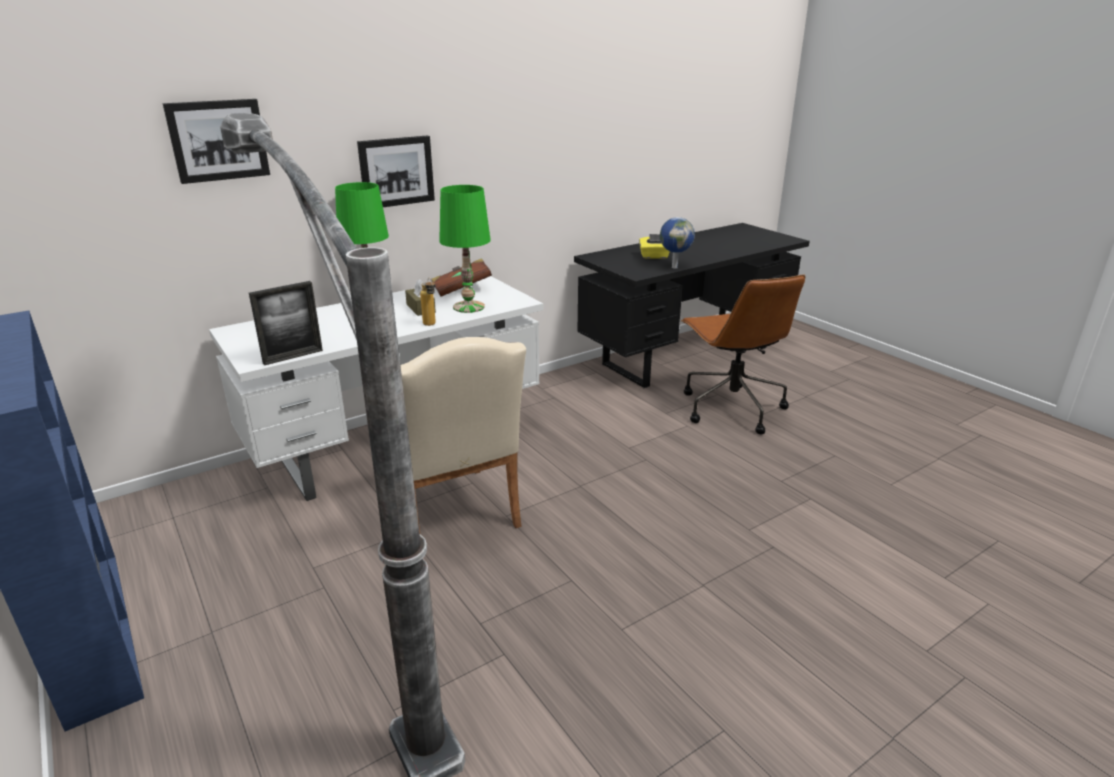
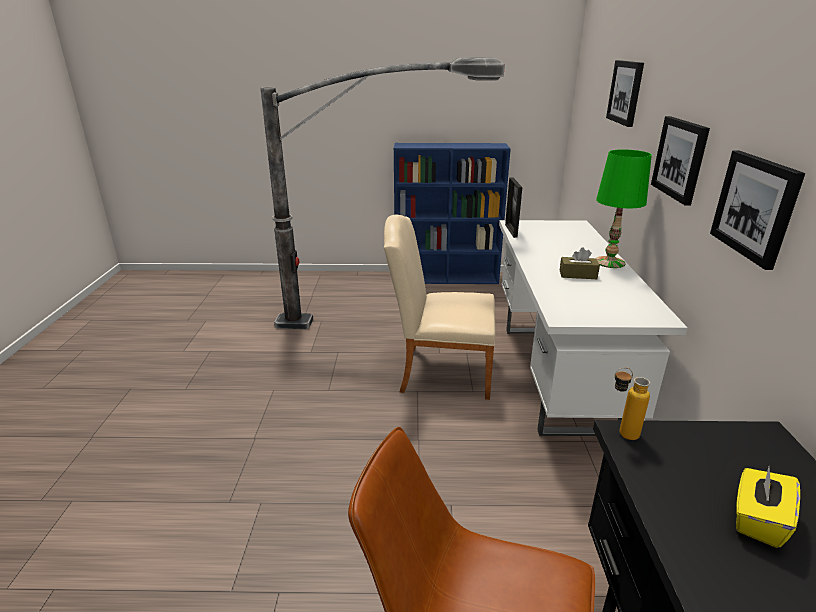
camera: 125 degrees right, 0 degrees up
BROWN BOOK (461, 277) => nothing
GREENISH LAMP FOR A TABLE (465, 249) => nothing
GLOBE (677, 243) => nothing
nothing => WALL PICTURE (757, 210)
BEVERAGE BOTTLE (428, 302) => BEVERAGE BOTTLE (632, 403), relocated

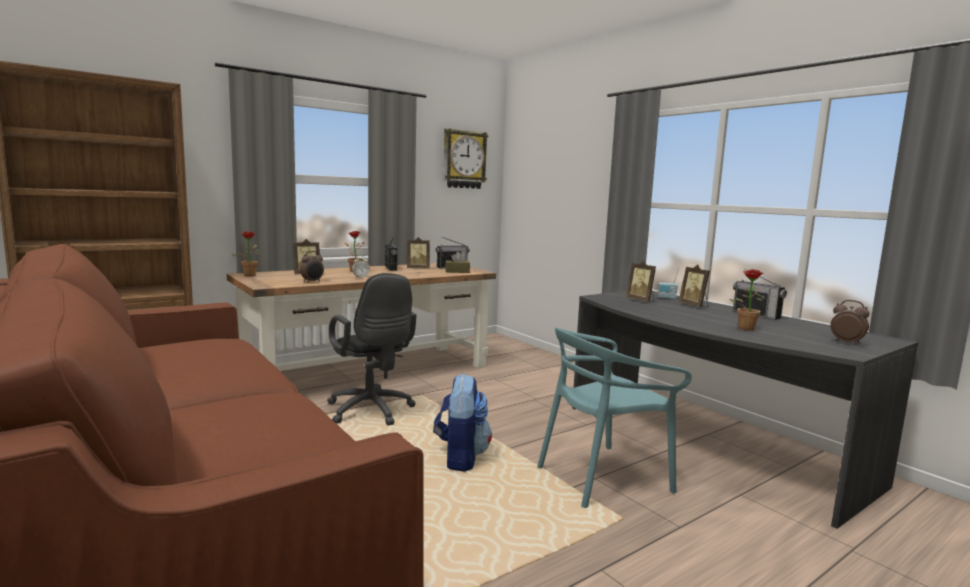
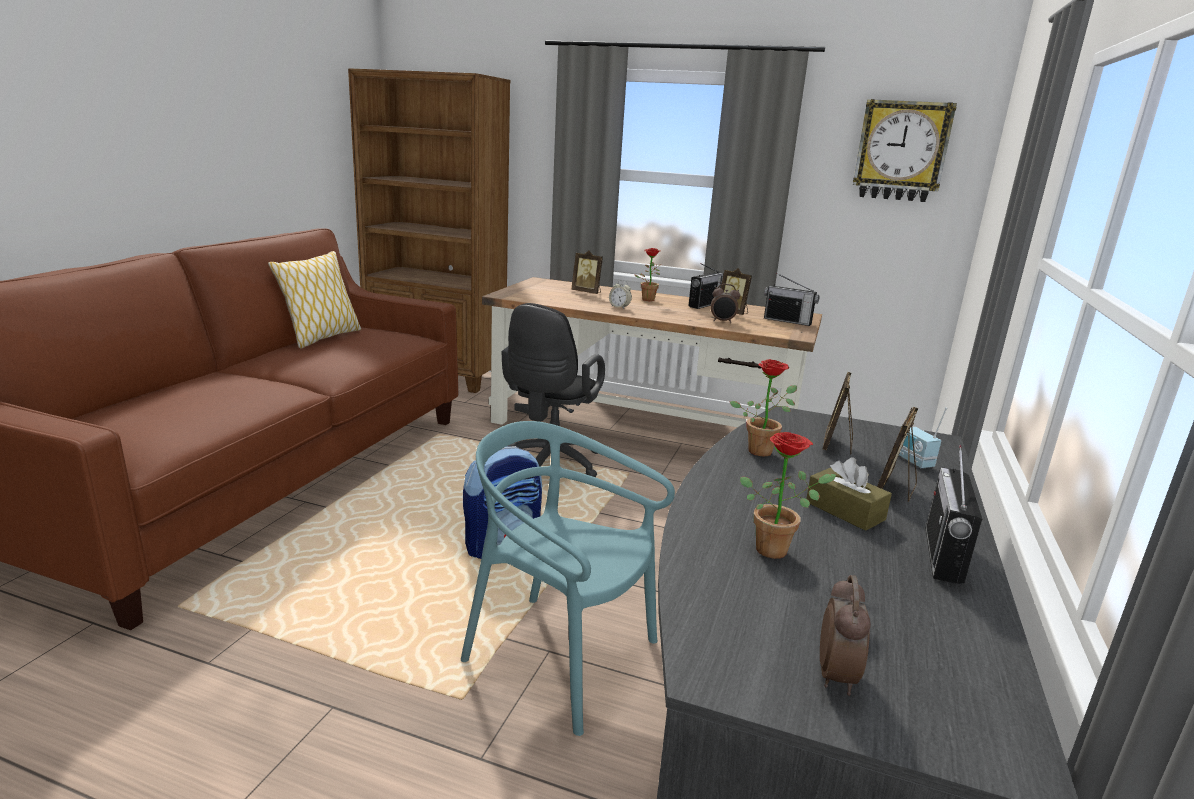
camera: 55 degrees right, 10 degrees up
nothing => PILLOW (314, 300)
HOUSEPLANT (245, 253) => HOUSEPLANT (763, 408), relocated
BEDSIDE CLOCK (312, 267) => BEDSIDE CLOCK (725, 303), relocated
BROWN BOX OF TISSUES (457, 262) => BROWN BOX OF TISSUES (849, 494), relocated

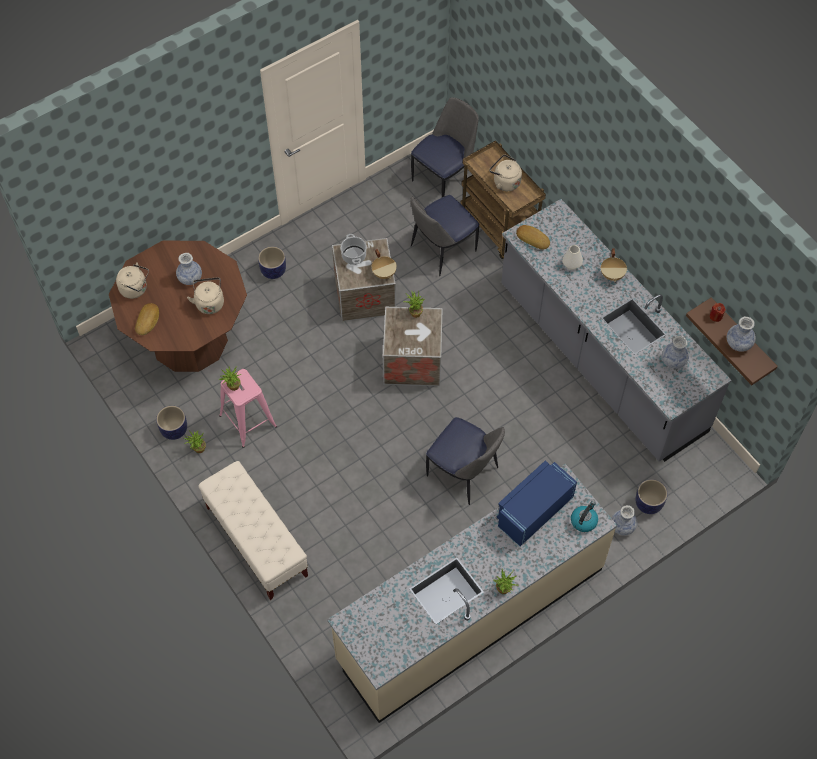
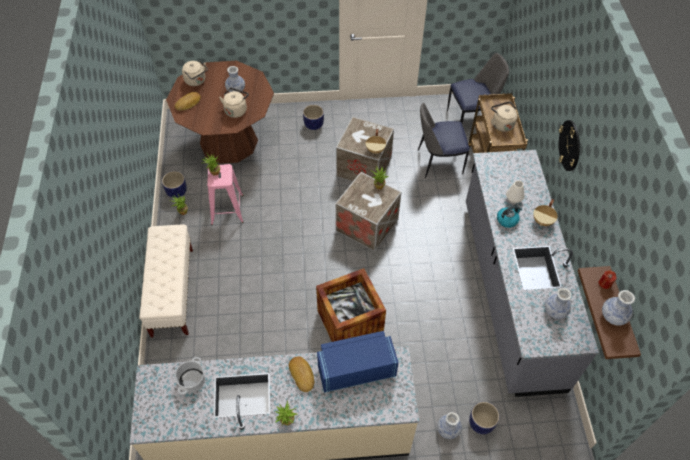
camera: 30 degrees right, 5 degrees down
nothing => CLOCK ON THE WALL (569, 145)
SAUCEPOT (353, 249) => SAUCEPOT (189, 376), relocated
BAKED BREAD (533, 237) => BAKED BREAD (302, 374), relocated
KETTLE (584, 516) => KETTLE (509, 217), relocated
CHAIR (465, 461) => PACKING CRATE (351, 305)

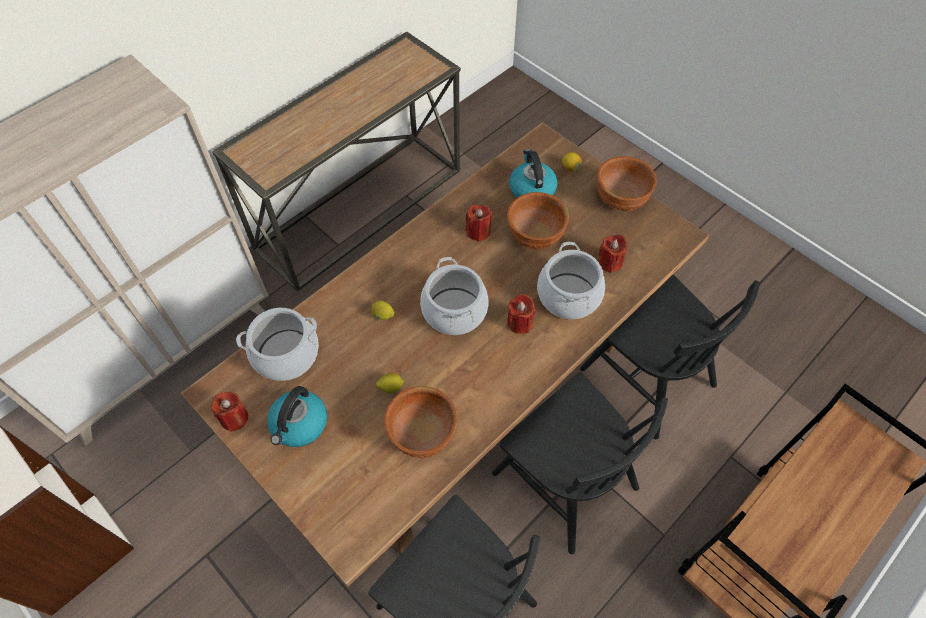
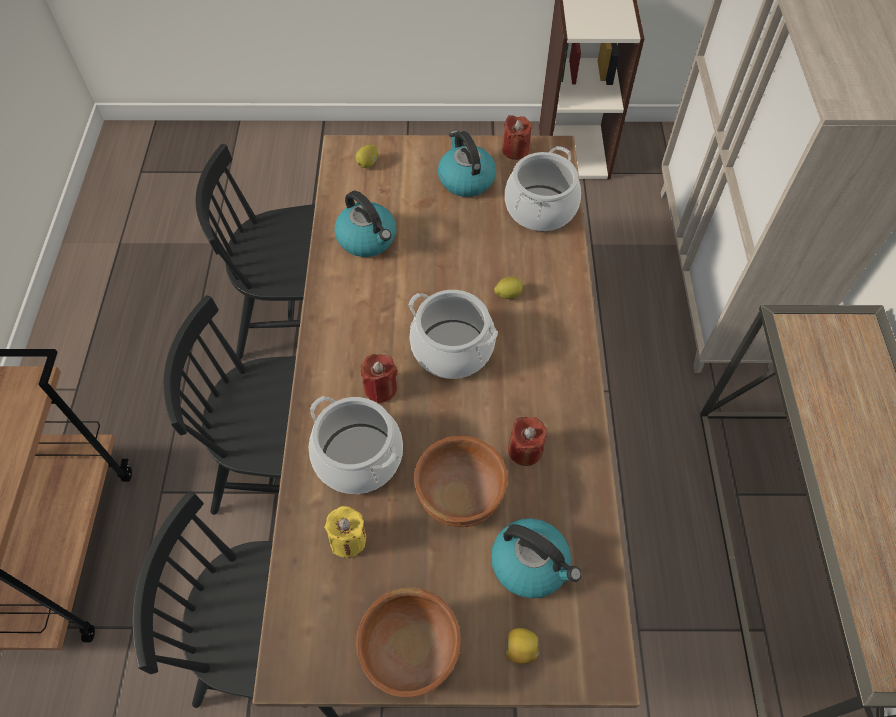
camera: 135 degrees right, 0 degrees up
WHOLE LEMON (390, 383) => WHOLE LEMON (366, 156), relocated
BROWN SERVING BOWL (420, 422) => KETTLE (365, 224)
REDDISH CANDLE (613, 254) => YELLOW CANDLE (345, 532)

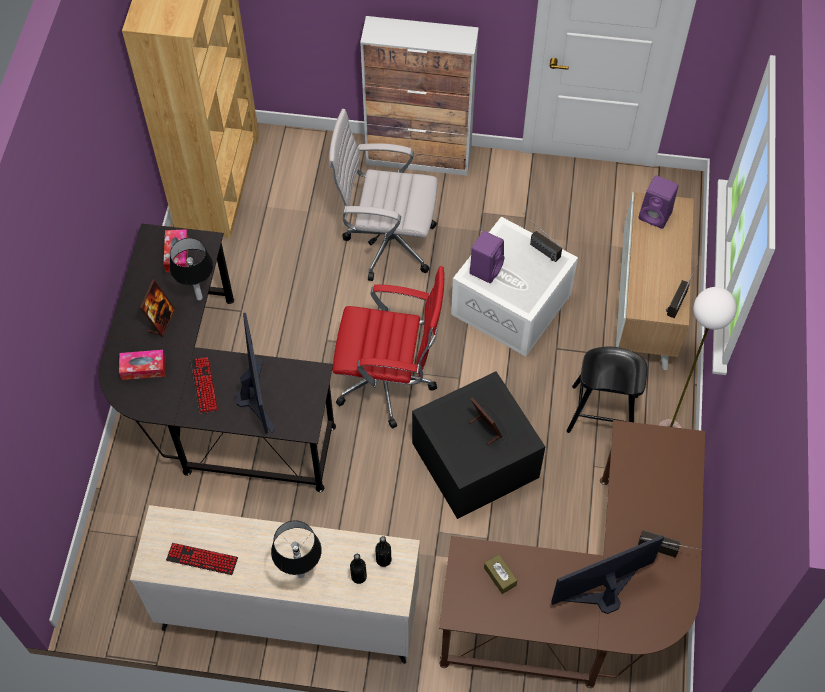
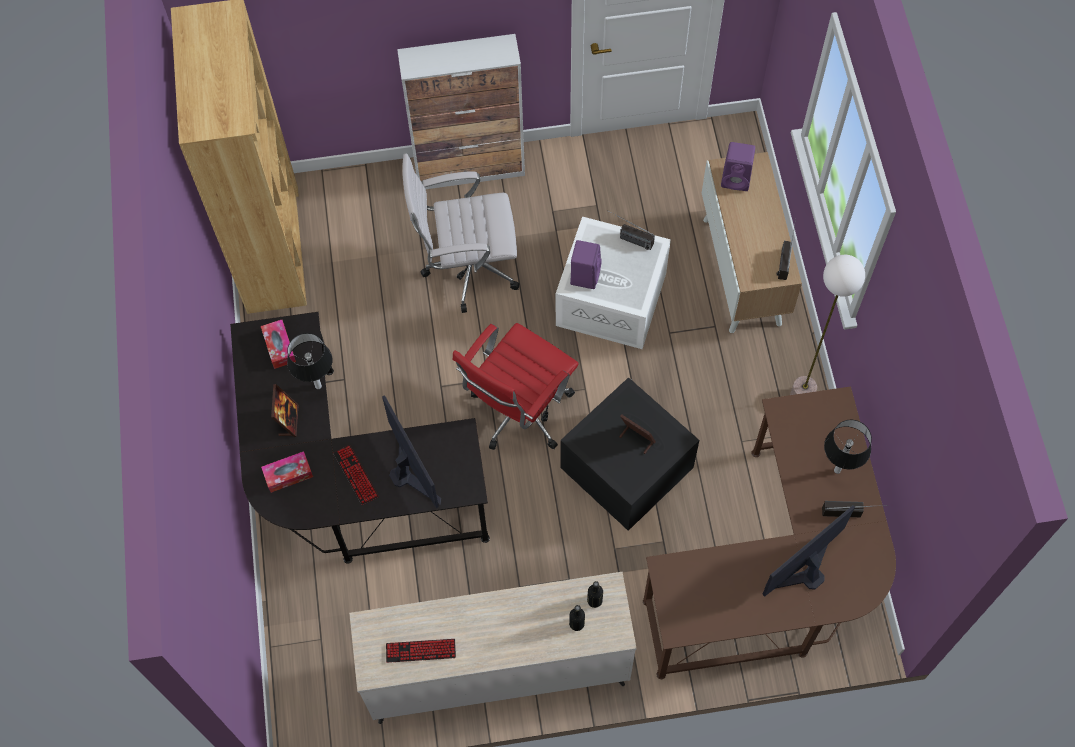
camera: 15 degrees left, 5 degrees up
BROWN BOX OF TISSUES (500, 574) => nothing
BLACK SITTING STOOL (606, 390) => nothing
LAMP FOR A TABLE (296, 549) => LAMP FOR A TABLE (848, 447), relocated
REDDISH COMPUTER CHAIR (388, 347) => REDDISH COMPUTER CHAIR (516, 386), 135 degrees clockwise

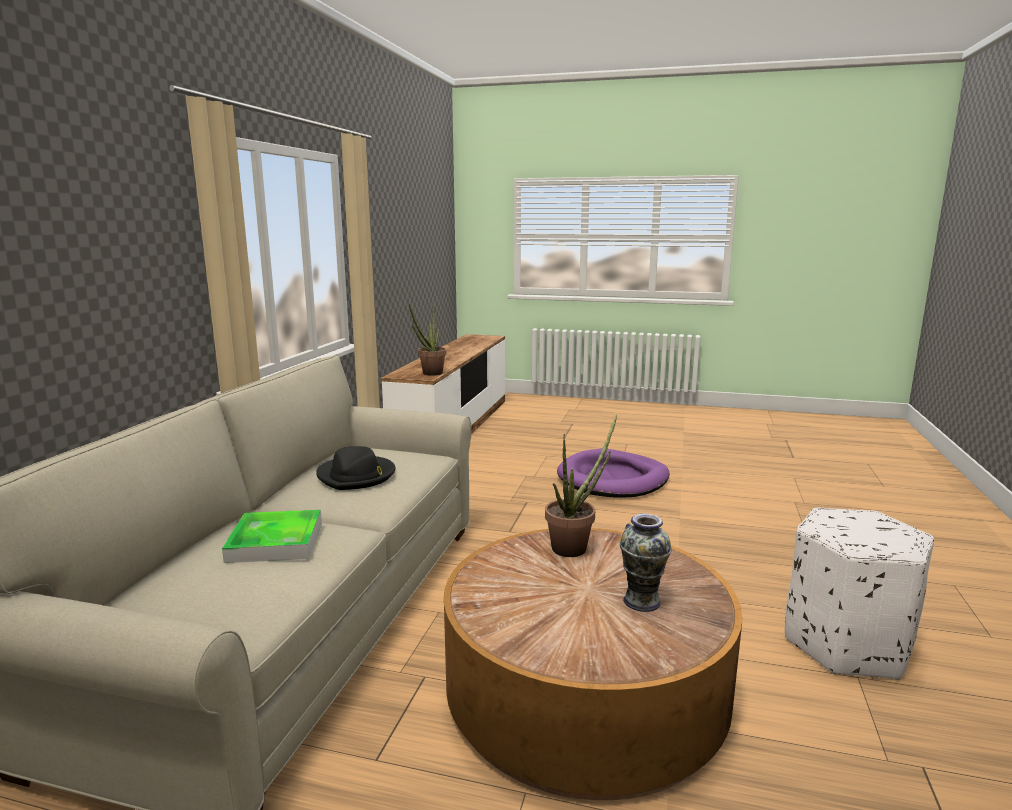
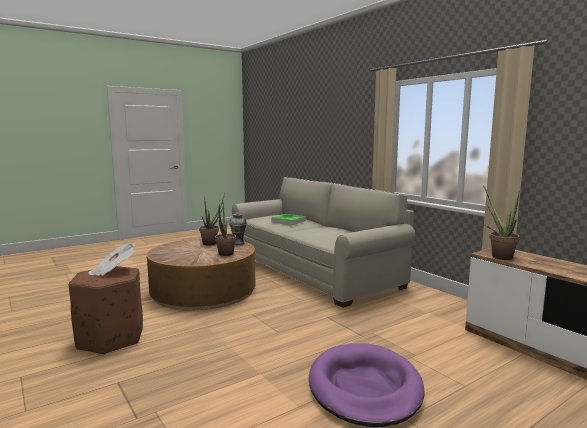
camera: 130 degrees right, 5 degrees down
BLACK CLOTHING HAT (355, 468) => nothing
nothing => NEWSPAPER (111, 259)
nothing => HOUSEPLANT (212, 219)
VASE (646, 562) => VASE (238, 229), relocated
WHITISH OTTOMAN (859, 594) => BROWN OTTOMAN (106, 310)

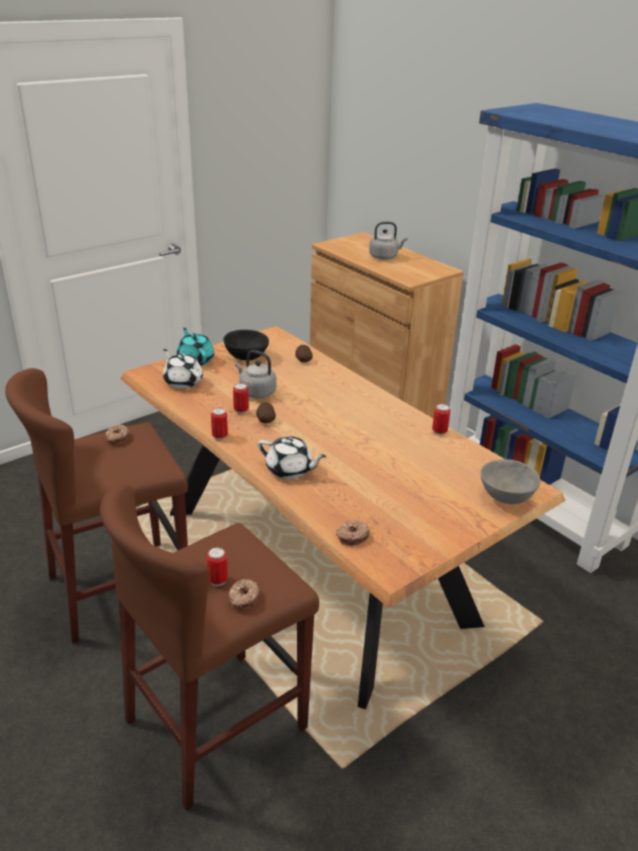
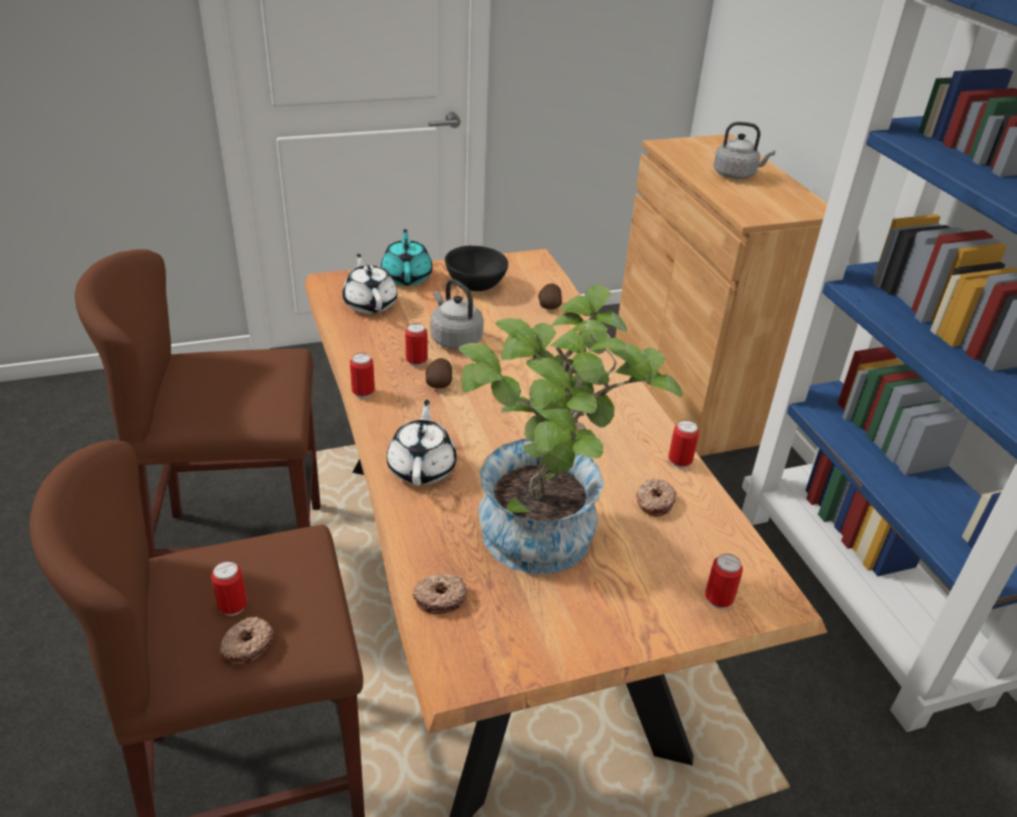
camera: 20 degrees right, 5 degrees up
nothing => HOUSEPLANT (571, 429)
DOUGHNUT (117, 435) => DOUGHNUT (656, 497), relocated
GREYISH SERVING BOWL (510, 481) => SEALED CAN (724, 581)
WHITISH TEA POT (292, 458) => WHITISH TEA POT (422, 443), 135 degrees counterclockwise

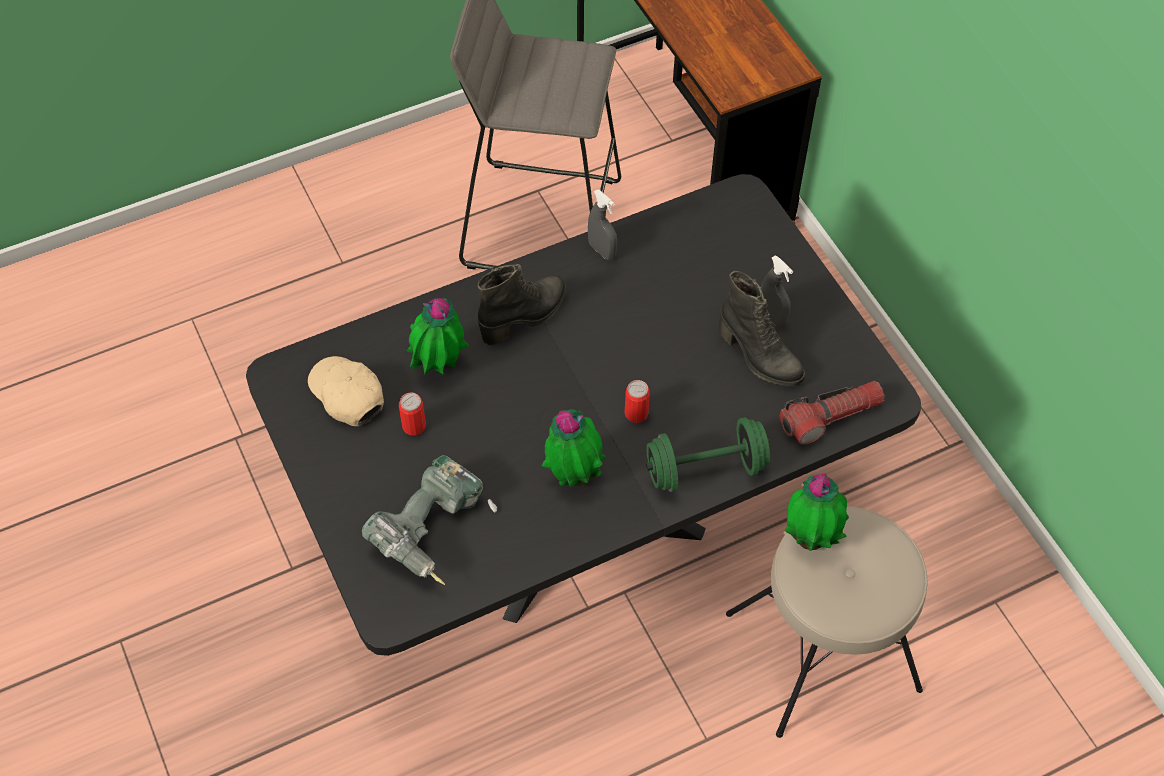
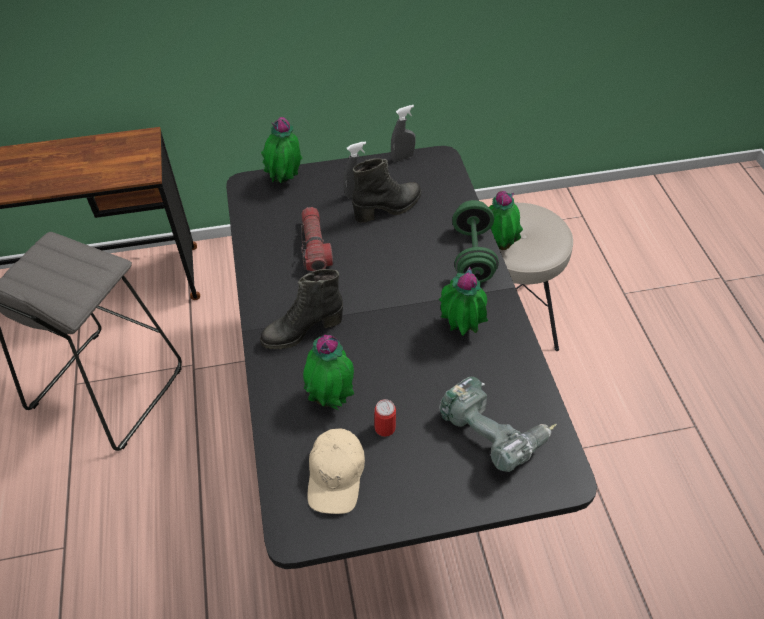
camera: 75 degrees left, 5 degrees down
SEALED CAN (637, 401) => nothing
nothing => HOUSEPLANT (281, 150)
GREYISH SPRAYER (602, 224) => GREYISH SPRAYER (403, 133), relocated
TORCH (832, 413) => TORCH (317, 239), relocated
SAND-COLOURED CAP (346, 391) => SAND-COLOURED CAP (336, 471), 60 degrees counterclockwise
BLACK HIGH-TOP BOOT (521, 304) => BLACK HIGH-TOP BOOT (301, 309), 90 degrees counterclockwise

